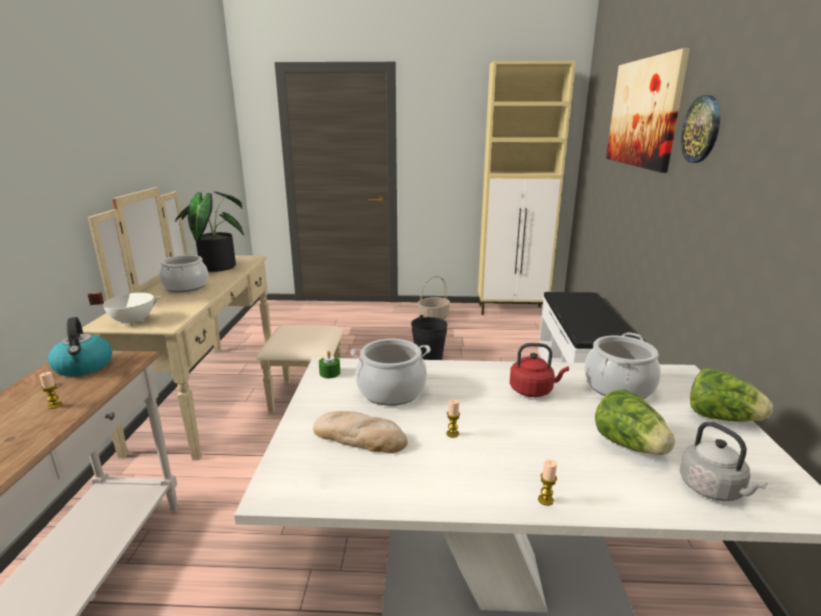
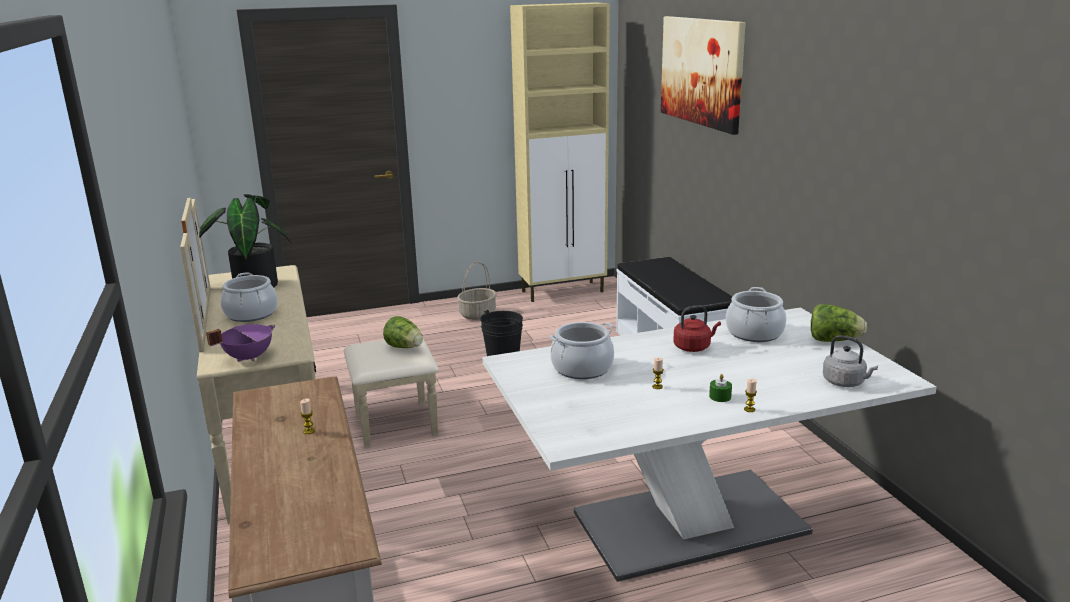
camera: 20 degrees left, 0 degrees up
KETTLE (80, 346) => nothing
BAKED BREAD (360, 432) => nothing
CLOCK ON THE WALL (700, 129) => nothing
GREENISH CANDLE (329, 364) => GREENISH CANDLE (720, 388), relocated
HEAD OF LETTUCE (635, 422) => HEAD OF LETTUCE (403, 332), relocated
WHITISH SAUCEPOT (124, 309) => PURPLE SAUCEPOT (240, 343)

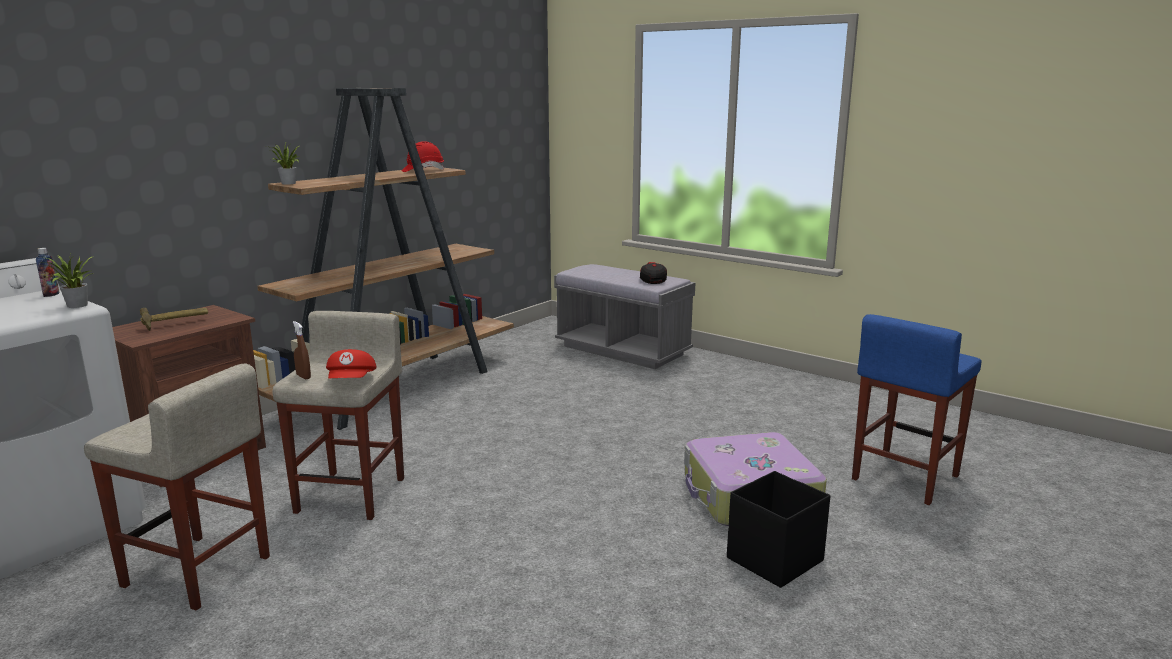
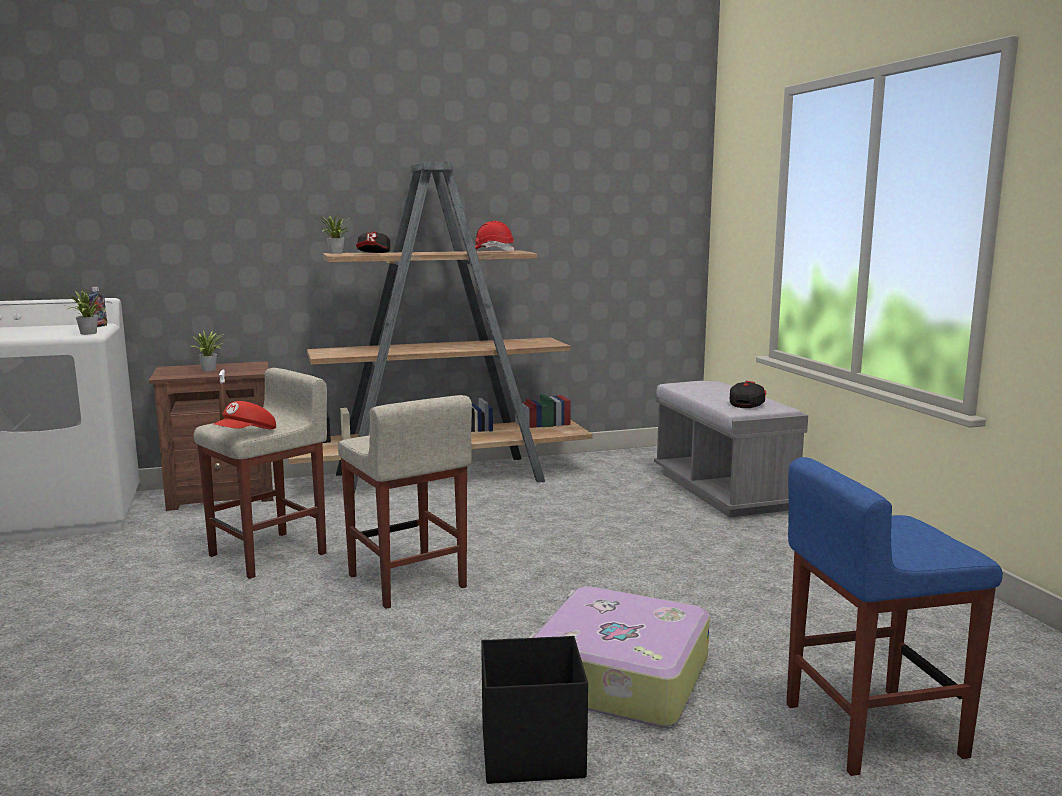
camera: 35 degrees right, 5 degrees down
nothing => CAP (373, 242)
SAND-COLOURED SITTING STOOL (177, 487) => SAND-COLOURED SITTING STOOL (405, 502), relocated
HAMMER (174, 319) => HOUSEPLANT (207, 350)

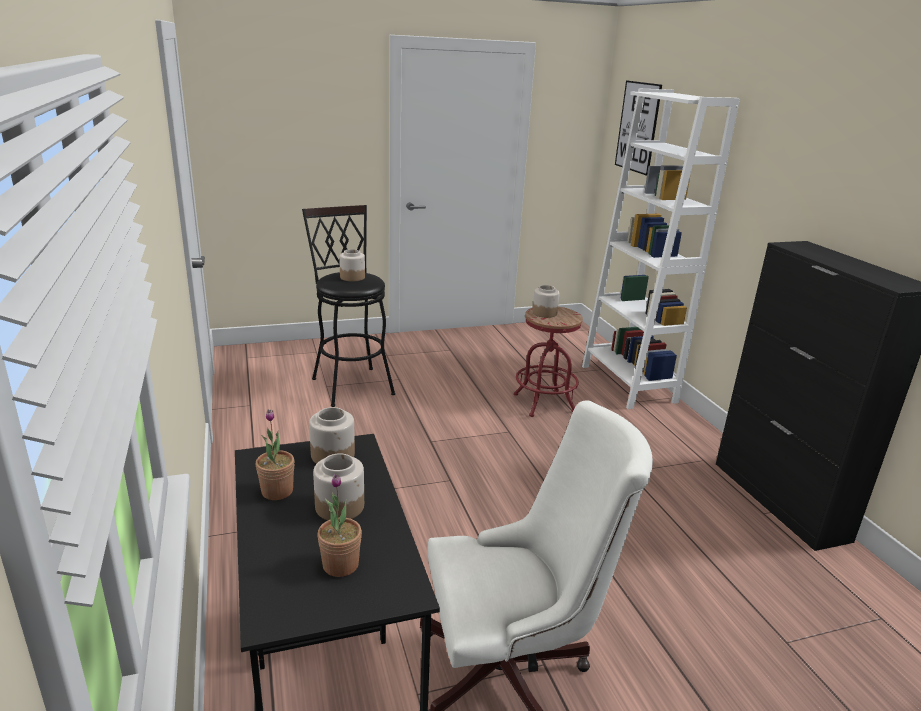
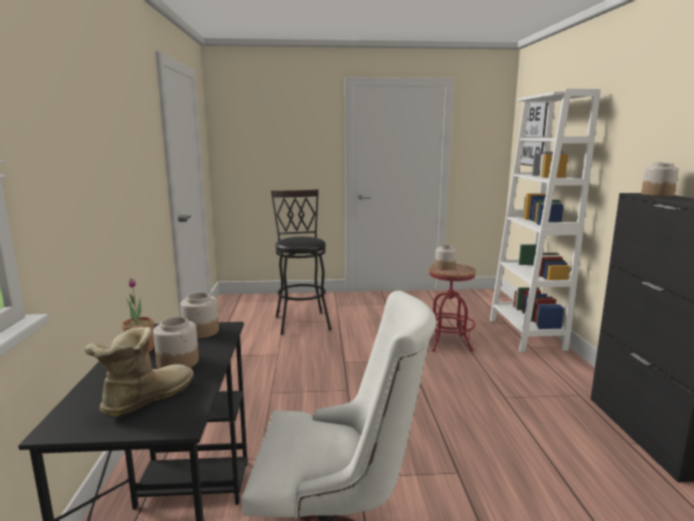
camera: 15 degrees right, 10 degrees down
JAR (352, 265) => JAR (660, 179), relocated
HOUSEPLANT (339, 525) => HIGH-TOP BOOT (139, 372)

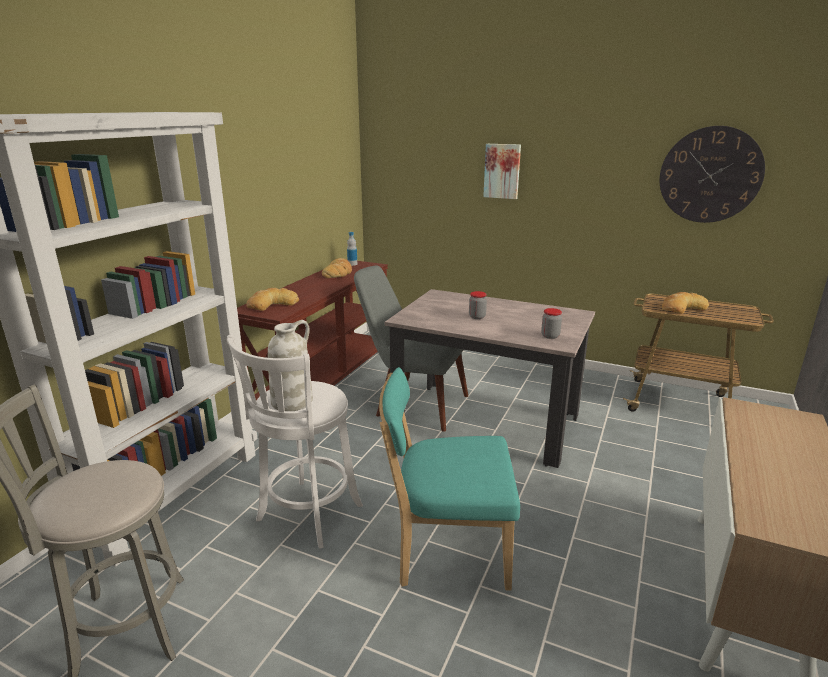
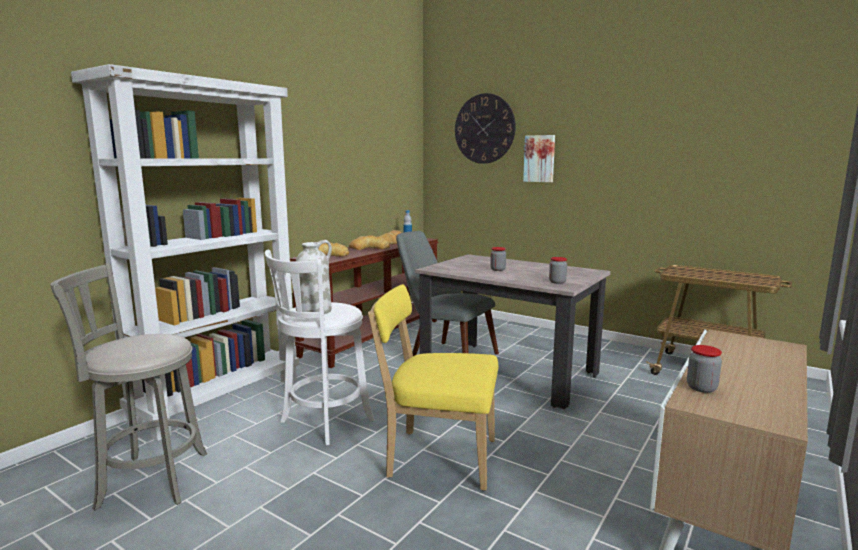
camera: 10 degrees right, 10 degrees down
nothing => JAR (704, 369)
CLOCK ON THE WALL (712, 174) => CLOCK ON THE WALL (485, 128), relocated
BAKED BREAD (685, 303) => BAKED BREAD (369, 242), relocated
BLUE-GREEN CHAIR (449, 478) => YELLOW CHAIR (433, 387)

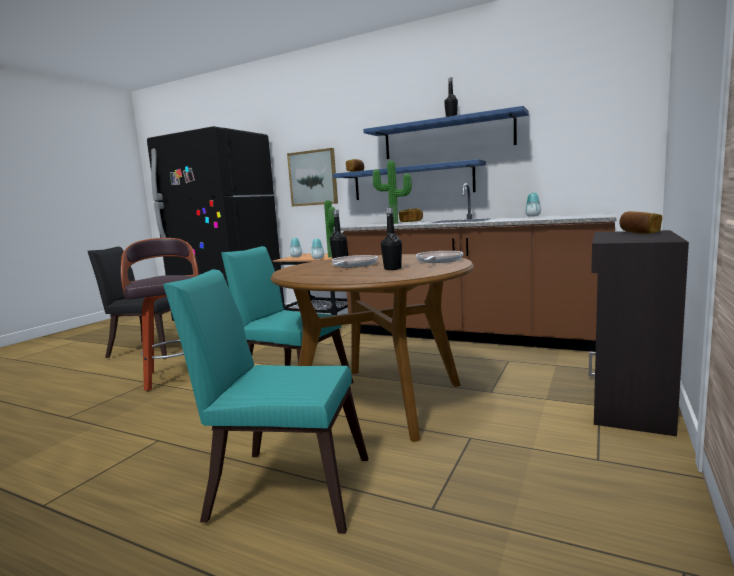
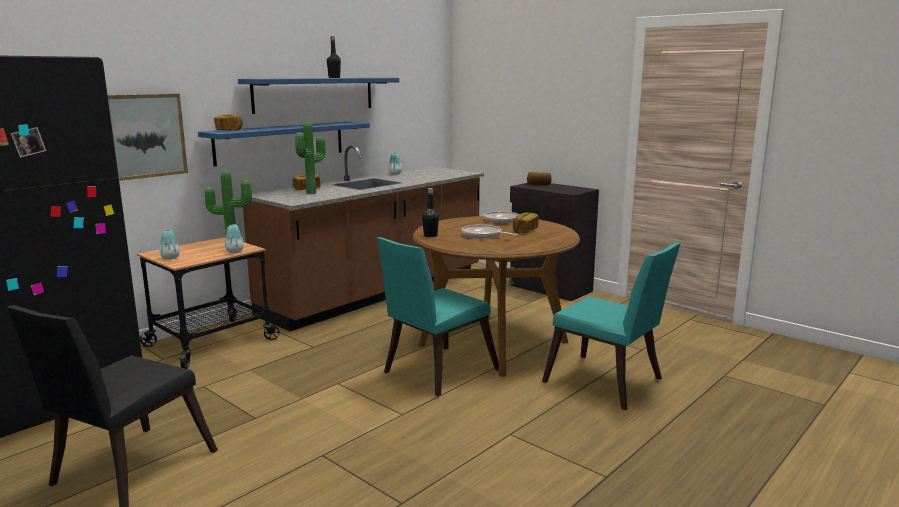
camera: 75 degrees left, 5 degrees up
SITTING STOOL (160, 314) => nothing
BLACK BEVERAGE BOTTLE (391, 238) => BAKED BREAD (526, 222)
BLUE-GREEN CHAIR (266, 401) => BLUE-GREEN CHAIR (611, 326), 75 degrees counterclockwise

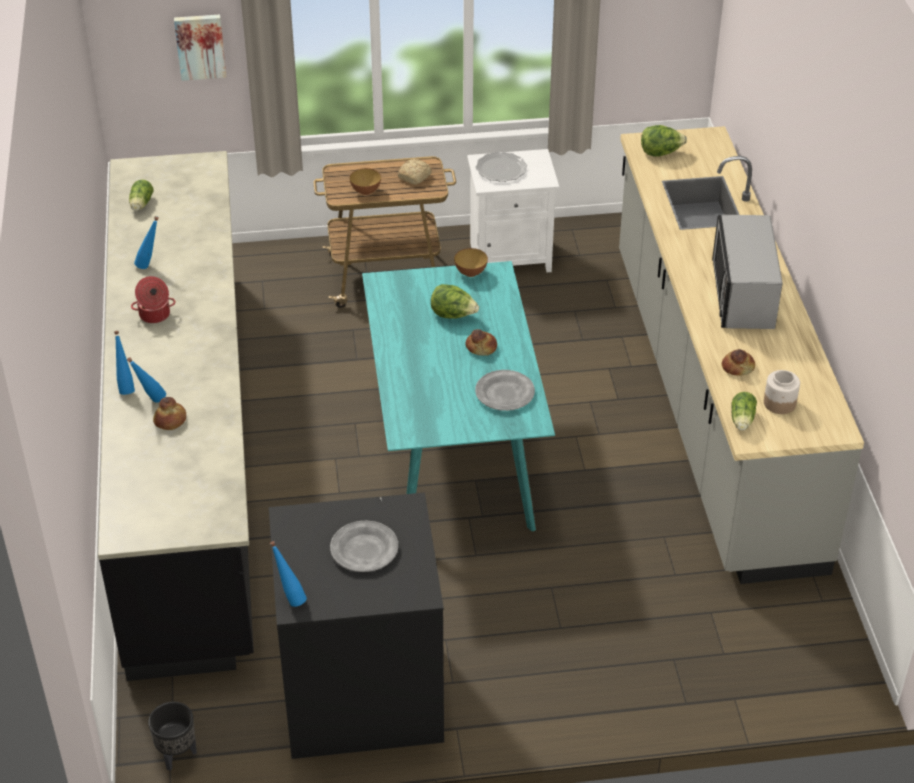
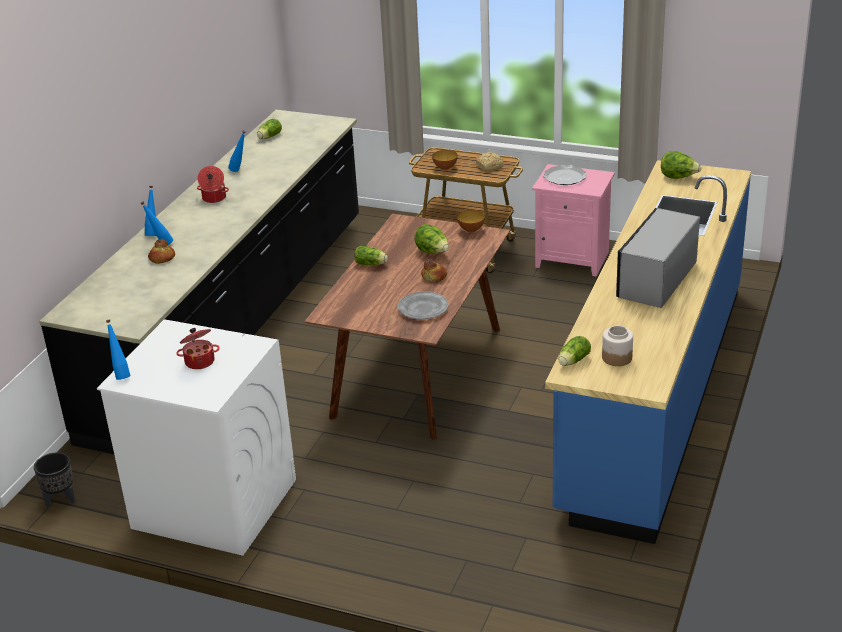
camera: 30 degrees right, 10 degrees down
WALL PICTURE (200, 47) => nothing
BAKED BREAD (738, 362) => nothing
nothing => HEAD OF LETTUCE (371, 255)
GREYISH FLAT DISH (364, 546) => SAUCEPOT (198, 348)
BLACK WASHING MACHINE (356, 625) => WHITISH WASHING MACHINE (196, 437)
BLUE-GREEN DINNER TABLE (458, 396) => BROWN DINNER TABLE (407, 327)
WHITISH BEDSIDE TABLE (513, 210) => PINK-COLOURED BEDSIDE TABLE (573, 220)
GREYISH KITCHEN BASE UNIT (741, 355) => BLUE KITCHEN BASE UNIT (648, 352)

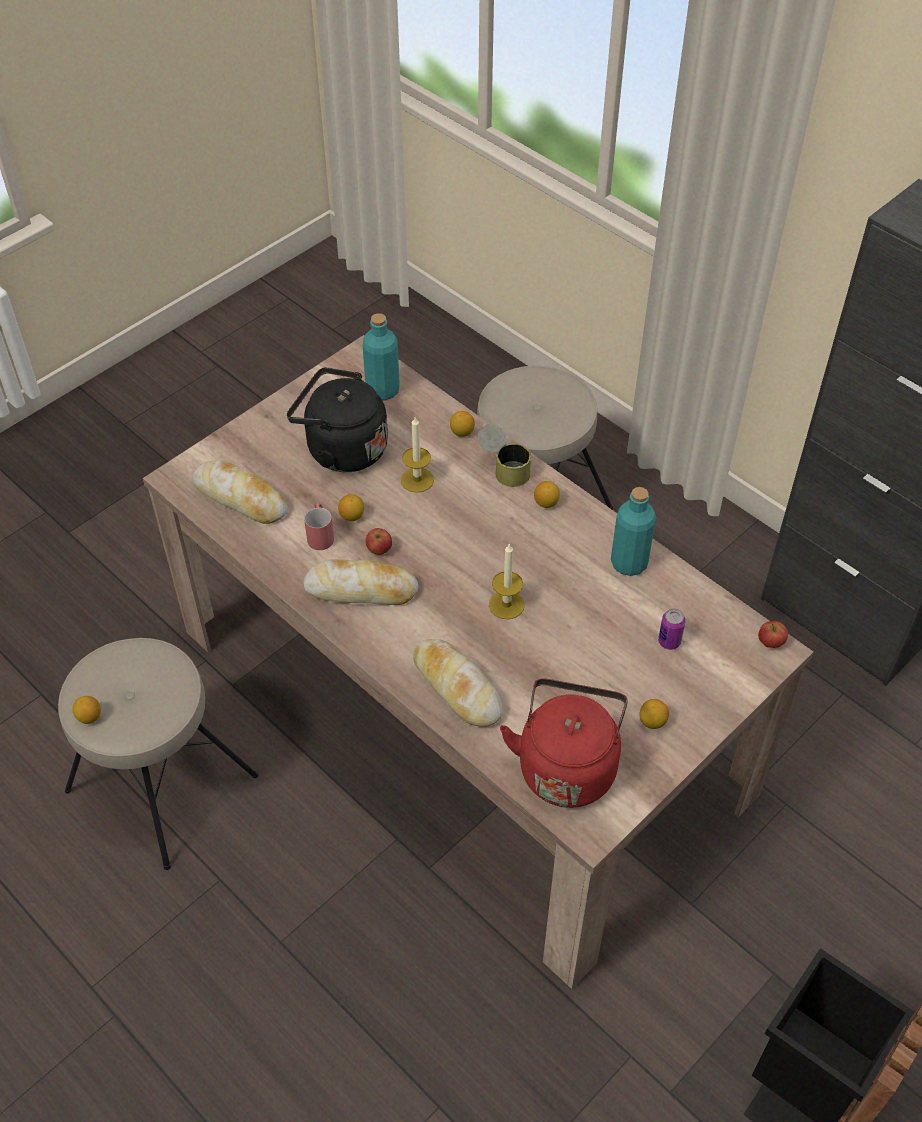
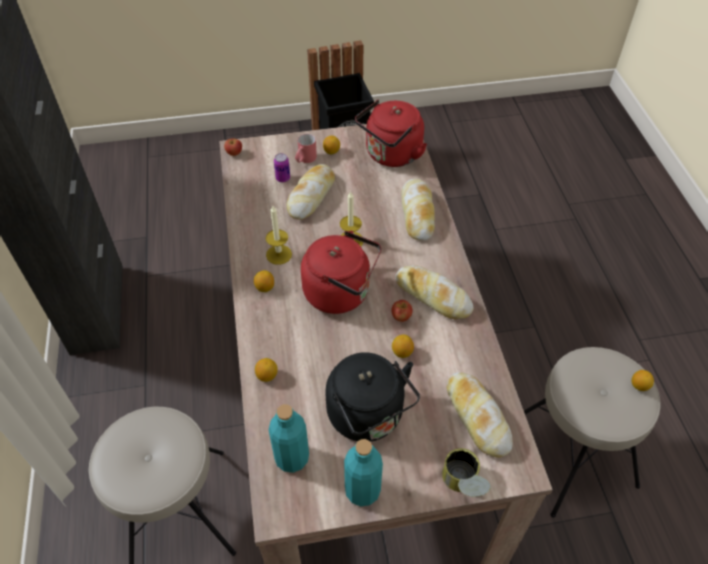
camera: 145 degrees left, 0 degrees up
nothing => BAKED BREAD (310, 192)
nothing => REDDISH KETTLE (341, 272)
REDDISH COFFEE MUG (319, 526) => REDDISH COFFEE MUG (306, 148), relocated
CANDLE (417, 455) => CANDLE (279, 235), relocated
SEALED CAN (504, 455) => SEALED CAN (466, 472), relocated
BLUE-GREEN BEVERAGE BOTTLE (633, 531) => BLUE-GREEN BEVERAGE BOTTLE (363, 472), relocated

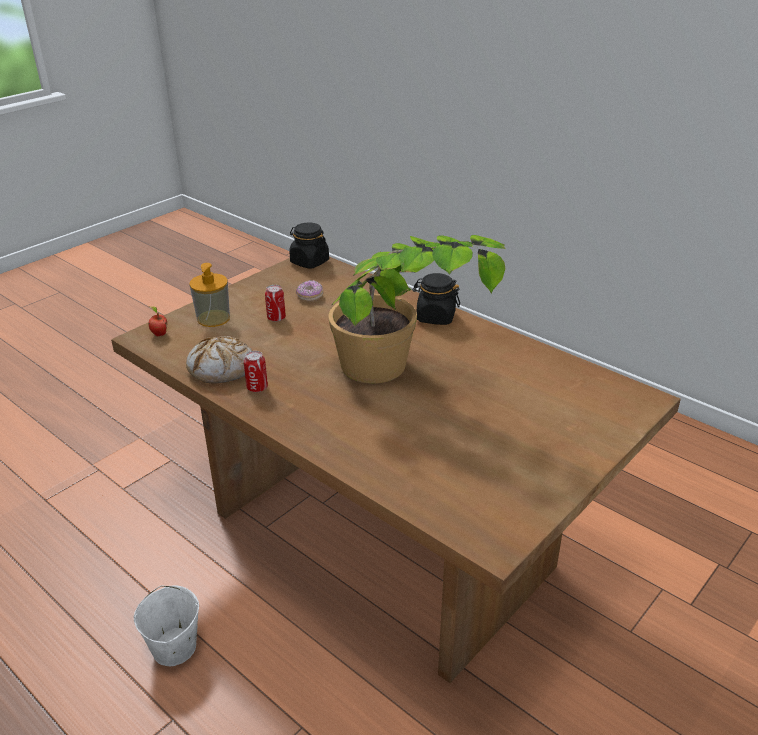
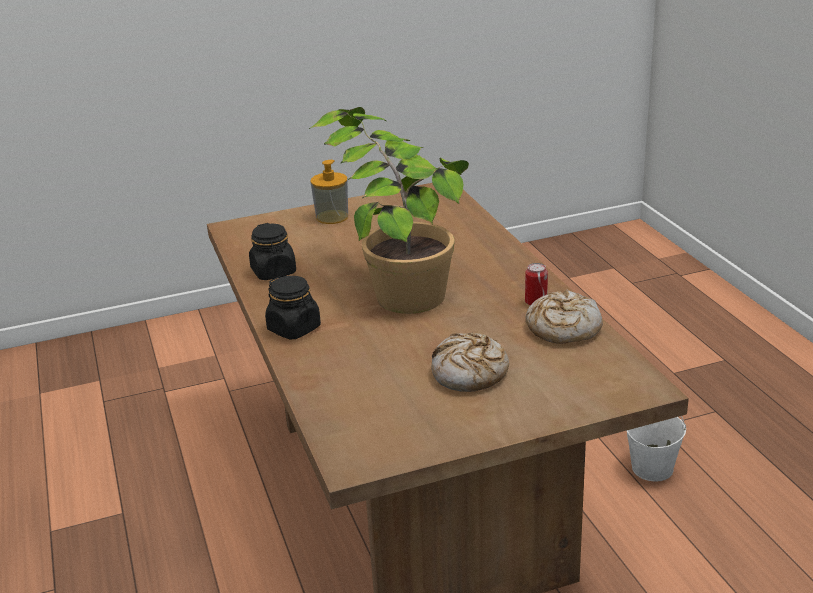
camera: 150 degrees left, 5 degrees down
APPLE (157, 321) => nothing
DOUGHNUT (309, 290) => nothing
LIQUID SOAP BOTTLE (209, 295) => LIQUID SOAP BOTTLE (329, 192), relocated
BLACK JAR (309, 245) => BLACK JAR (272, 251), relocated
SEALED CAN (275, 303) => BAKED BREAD (470, 362)

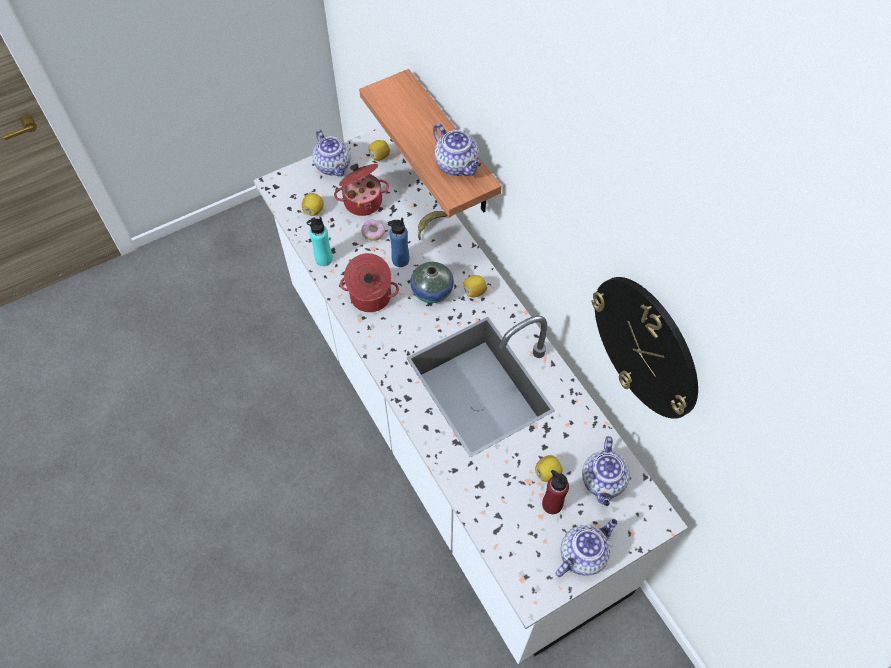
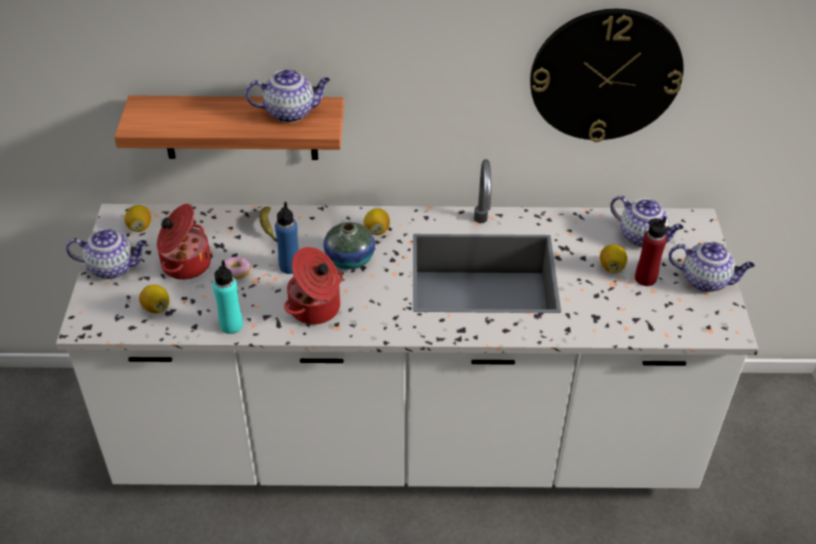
camera: 60 degrees left, 15 degrees down
TEA POT (586, 548) => TEA POT (711, 266), 120 degrees clockwise

